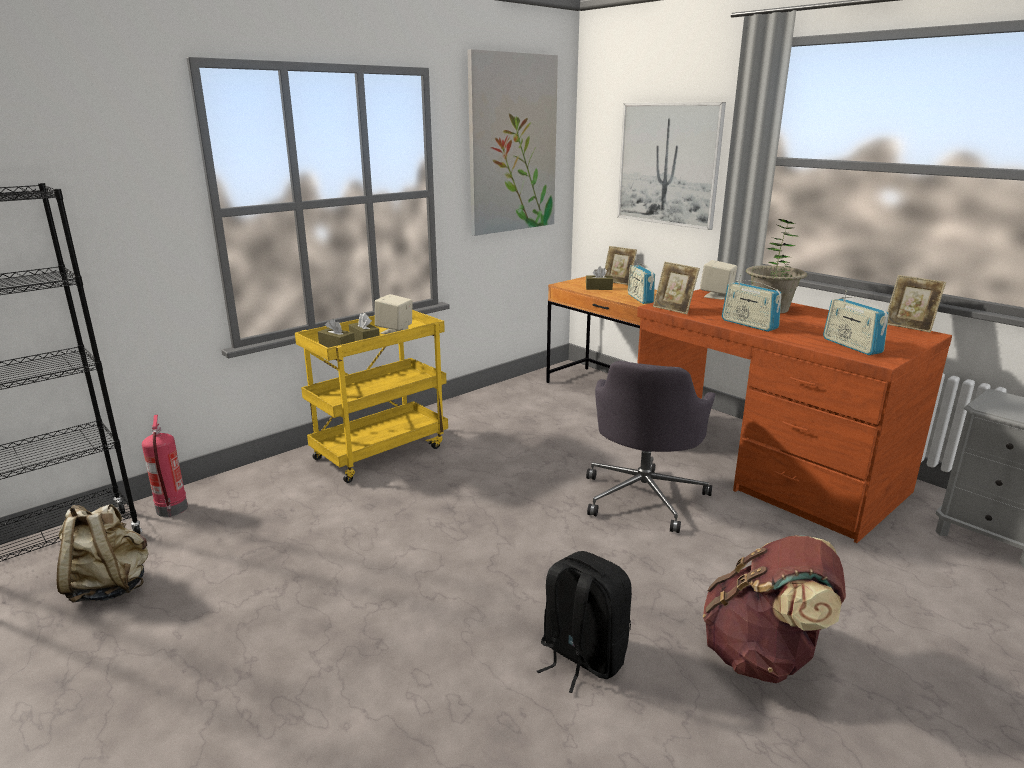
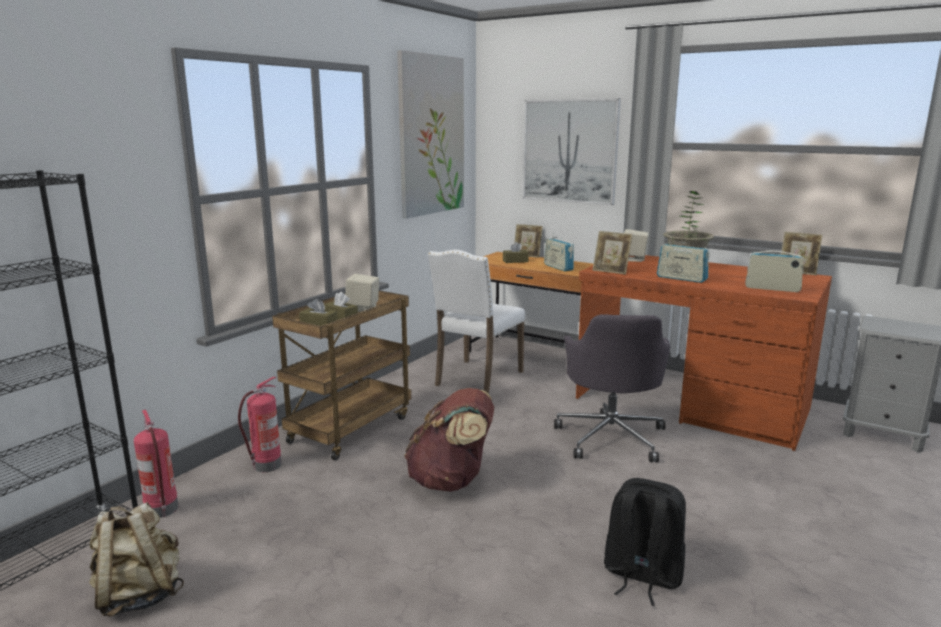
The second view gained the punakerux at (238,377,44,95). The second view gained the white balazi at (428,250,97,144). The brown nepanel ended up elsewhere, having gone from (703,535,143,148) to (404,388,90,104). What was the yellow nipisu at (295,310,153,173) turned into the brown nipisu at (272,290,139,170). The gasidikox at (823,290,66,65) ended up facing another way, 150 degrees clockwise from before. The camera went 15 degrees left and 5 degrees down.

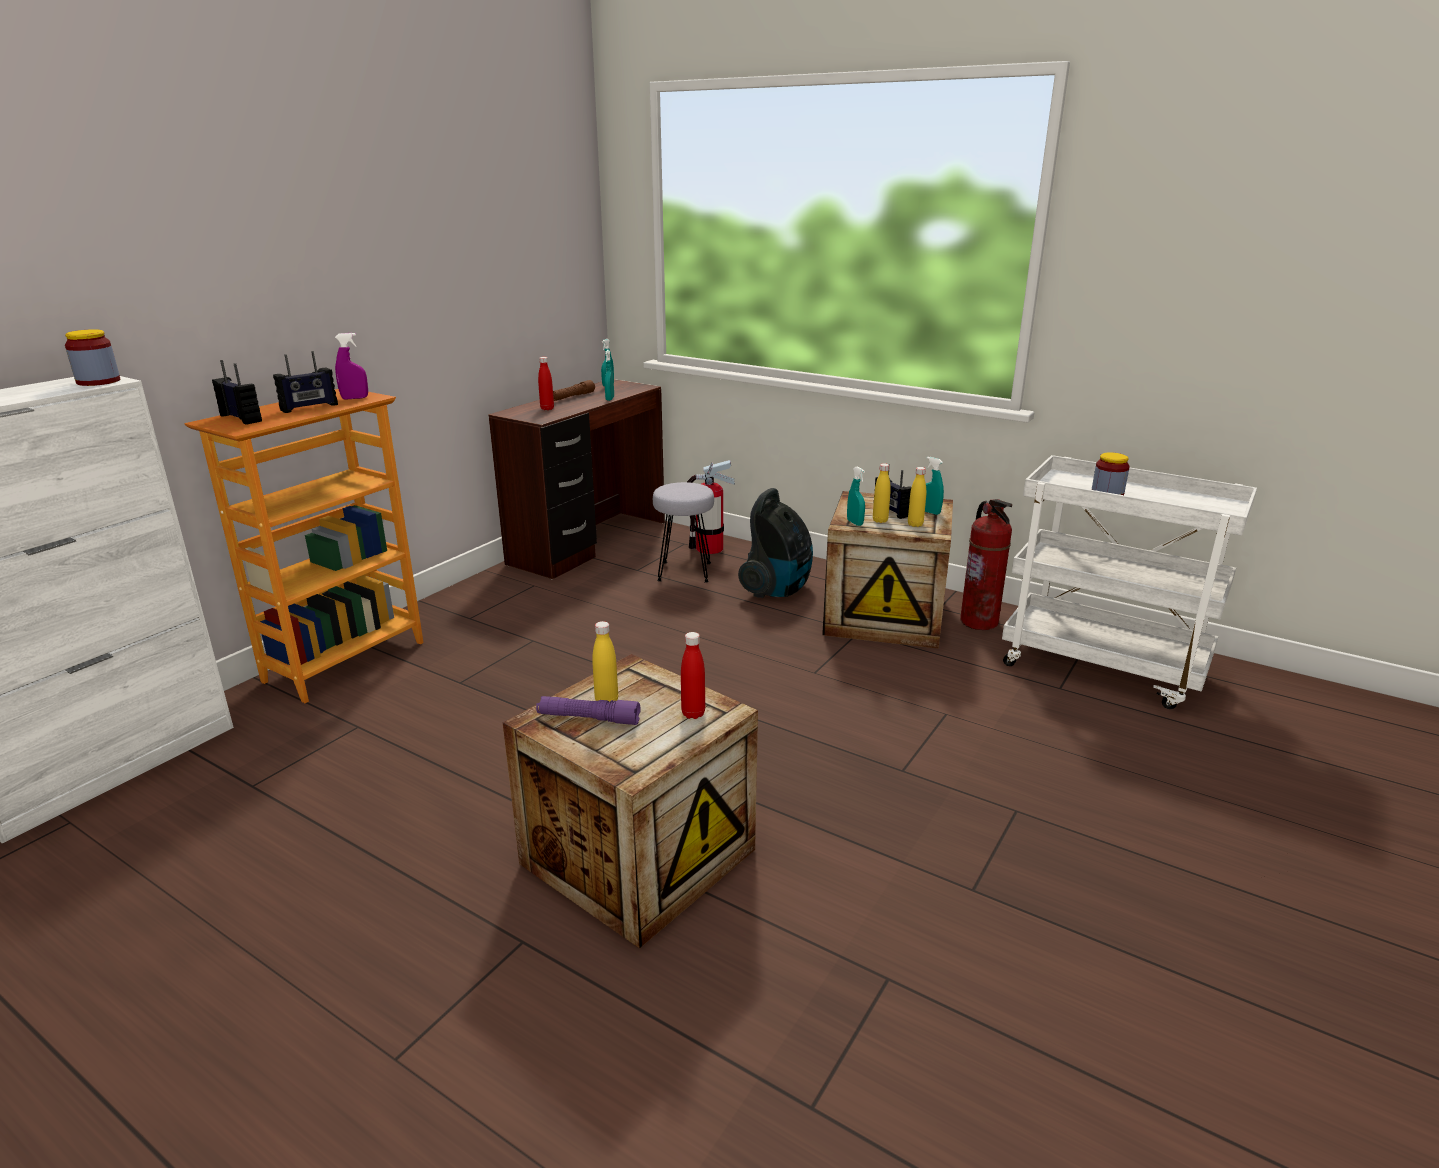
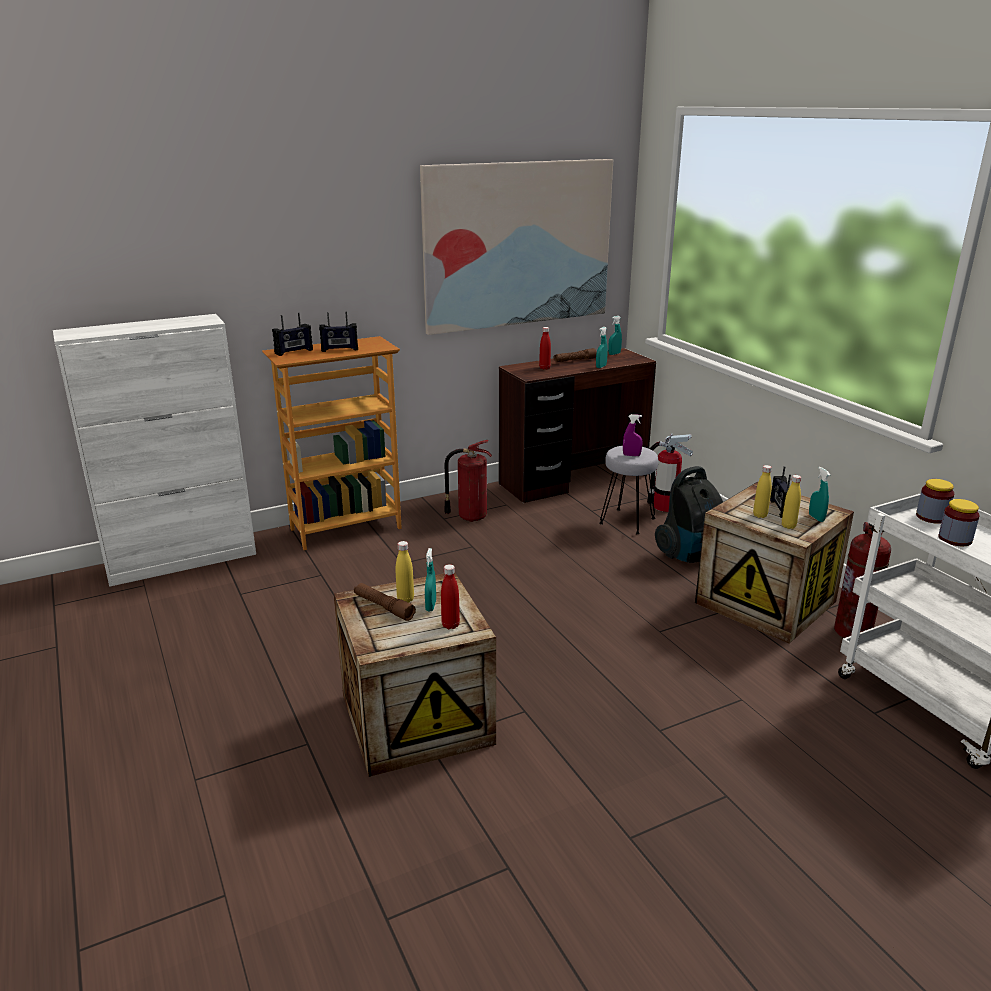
The second view gained the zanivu at (420,159,193,176). The second view gained the punakerux at (444,440,48,82). The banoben ended up elsewhere, having gone from (65,329,55,57) to (916,479,38,45). The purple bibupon ended up elsewhere, having gone from (335,333,33,67) to (623,414,20,42). The turquoise bibupon ended up elsewhere, having gone from (847,467,18,59) to (425,548,11,63). What was the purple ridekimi at (536,696,104,29) turned into the brown ridekimi at (354,583,62,38). The gasidikox at (212,360,50,65) ended up facing another way, 75 degrees clockwise from before. The camera went 30 degrees right and 0 degrees up.

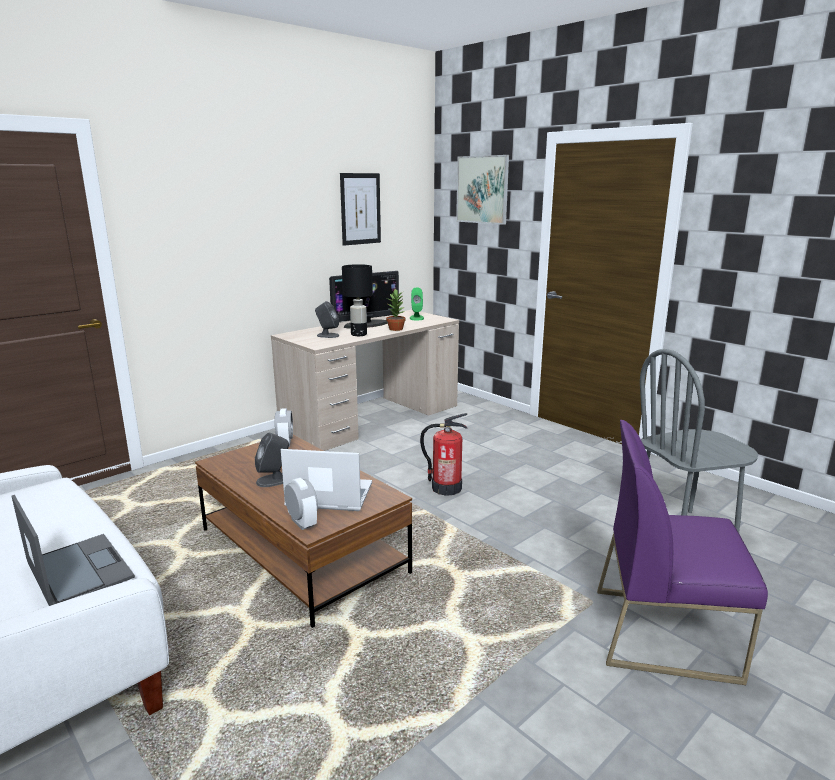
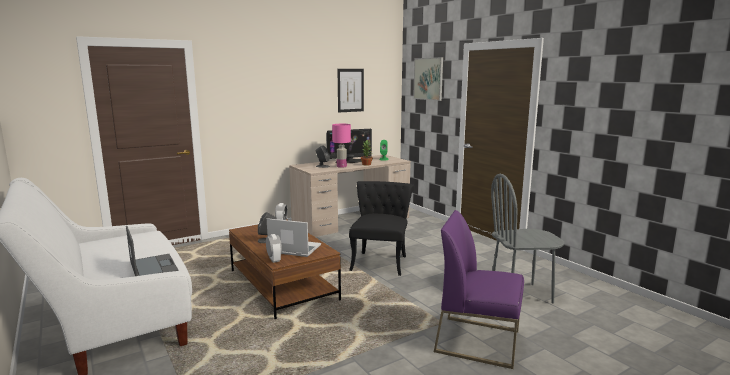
Where the punakerux stood at (420,413,47,83), the black balazi came to stand at (349,181,65,95). What was the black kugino at (342,264,31,72) turned into the pink kugino at (332,124,19,44). The camera went 10 degrees right and 5 degrees down.

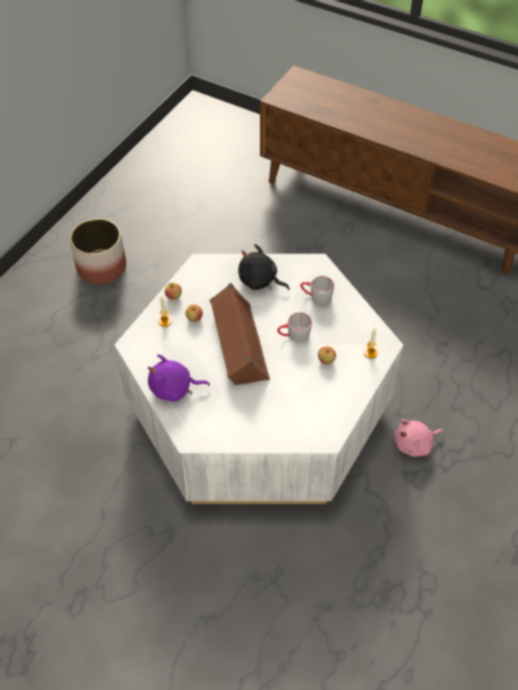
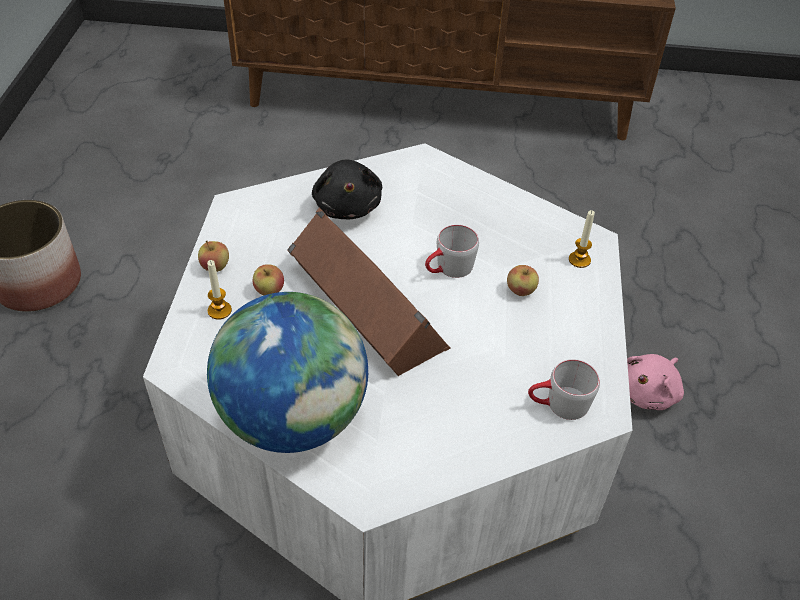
The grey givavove ended up elsewhere, having gone from (300,276,34,30) to (528,359,72,61). Where the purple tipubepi stood at (148,354,62,48), the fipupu came to stand at (207,292,161,161). The black tipubepi at (238,244,52,47) ended up facing another way, 105 degrees counterclockwise from before. The camera went 25 degrees left and 5 degrees down.

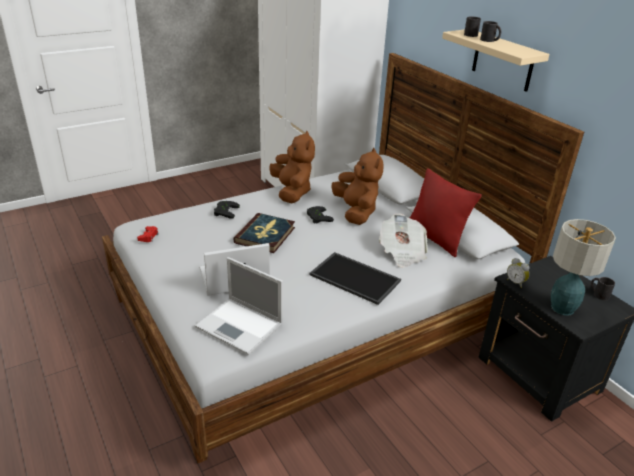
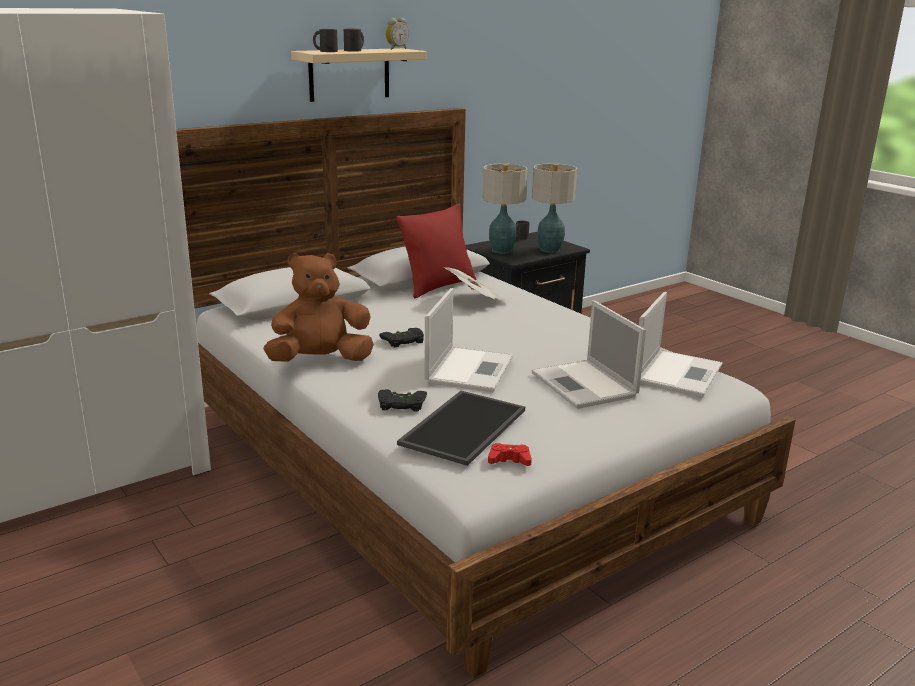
The second view lost the brown tipubepi at (331,148,53,77). The second view gained the kugino at (482,164,46,90). The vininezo ended up elsewhere, having gone from (309,252,92,53) to (397,391,128,75). The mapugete ended up elsewhere, having gone from (507,258,23,30) to (386,18,23,32). Where the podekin stood at (233,213,62,40), the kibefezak came to stand at (424,288,89,104). The camera went 95 degrees left and 10 degrees down.

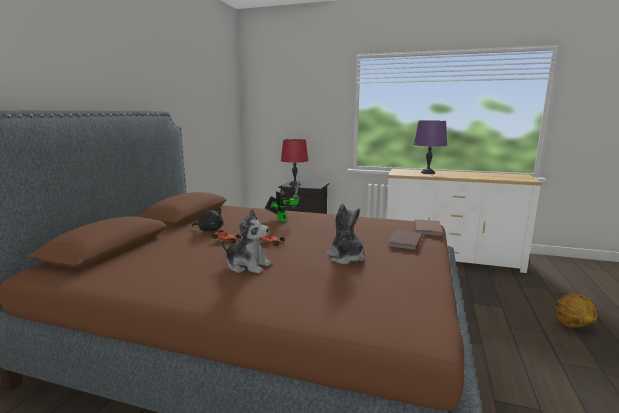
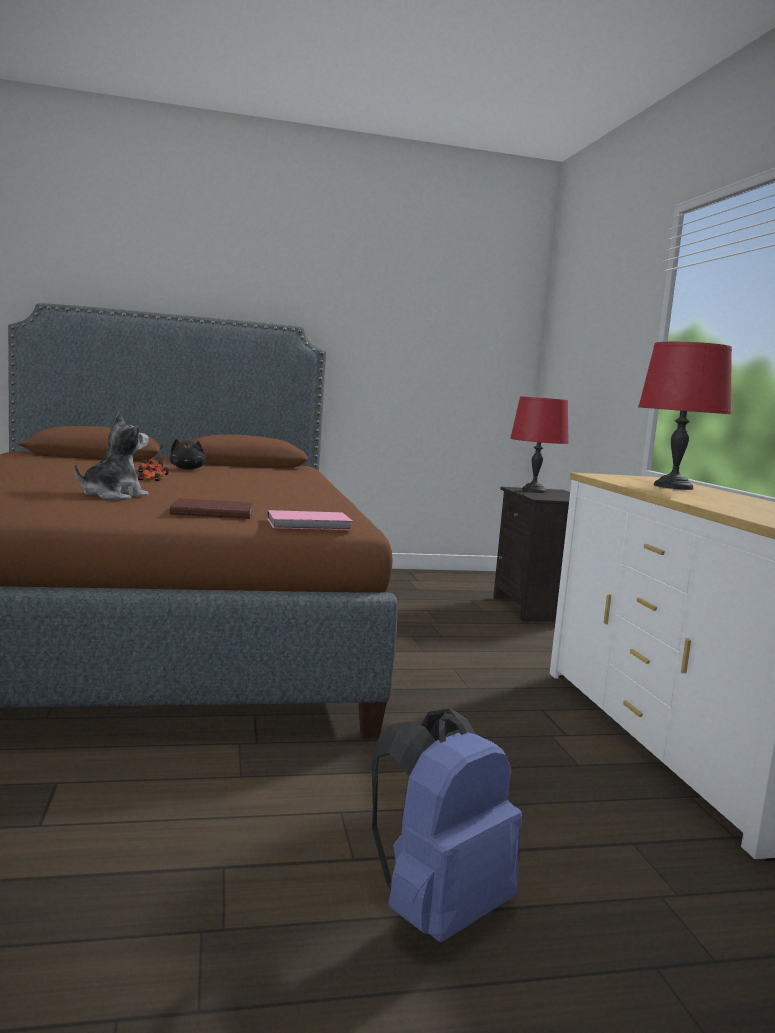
The second view lost the tipubepi at (220,209,52,65). The second view lost the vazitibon at (265,181,35,41). Where the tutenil stood at (555,293,43,35), the blue nepanel came to stand at (371,709,151,233). What was the purple kugino at (414,121,33,53) turned into the red kugino at (638,342,94,148). What was the brown podekin at (415,219,27,17) turned into the pink podekin at (267,510,85,20). The camera went 60 degrees right and 5 degrees down.

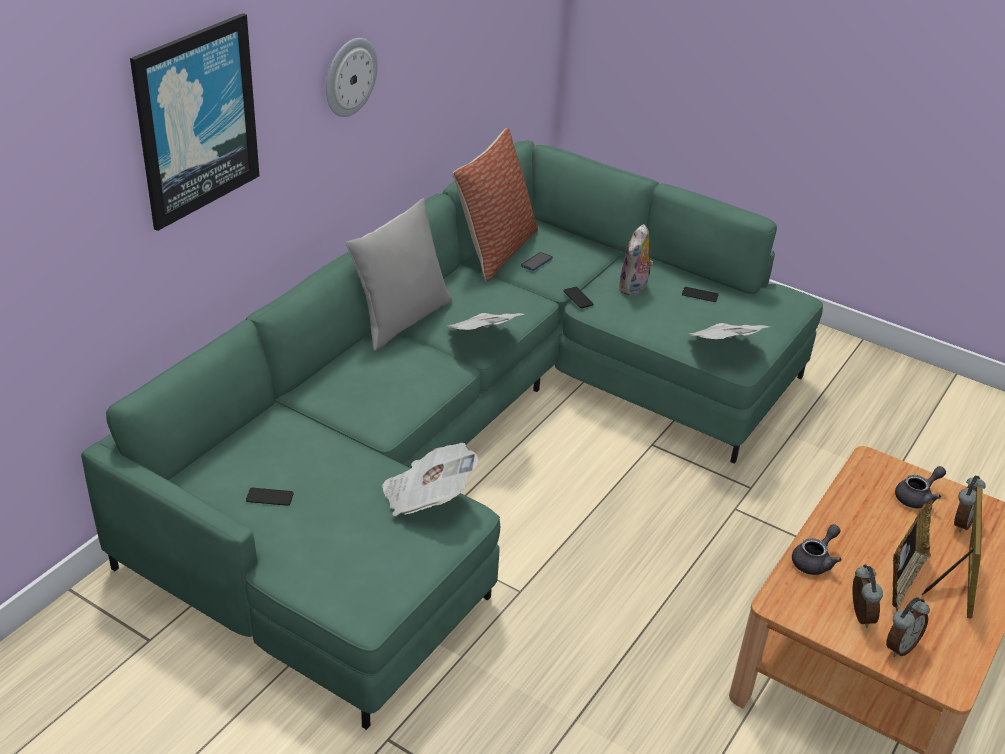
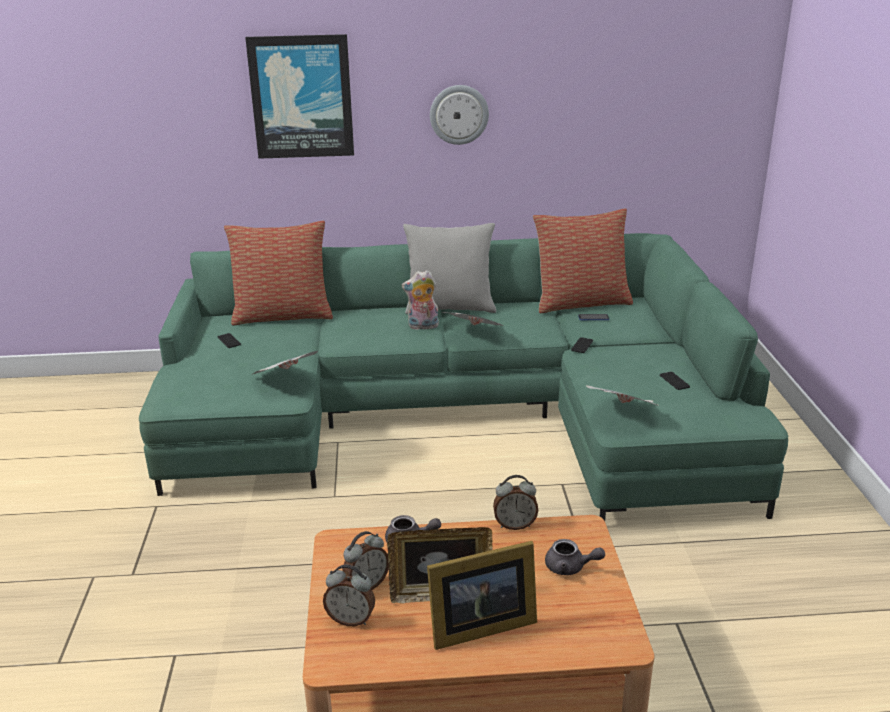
The second view gained the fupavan at (224,221,109,104). The tipubepi ended up elsewhere, having gone from (618,224,36,72) to (402,270,37,60). The mapugete ended up elsewhere, having gone from (954,475,32,57) to (493,475,45,55). The camera went 55 degrees right and 10 degrees down.

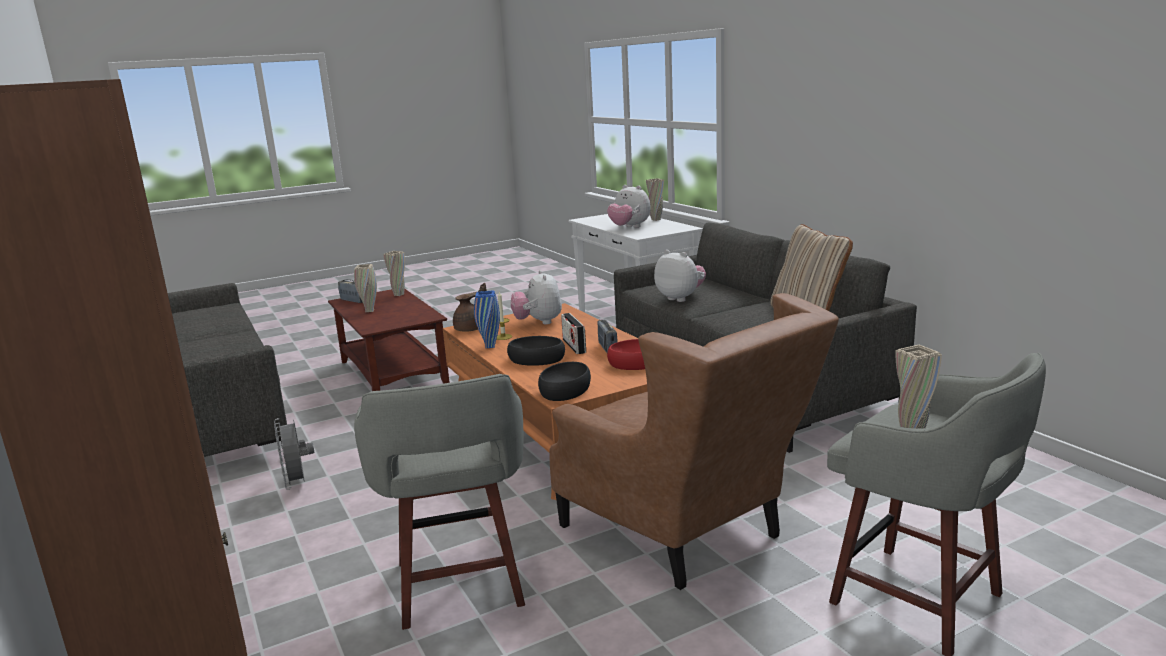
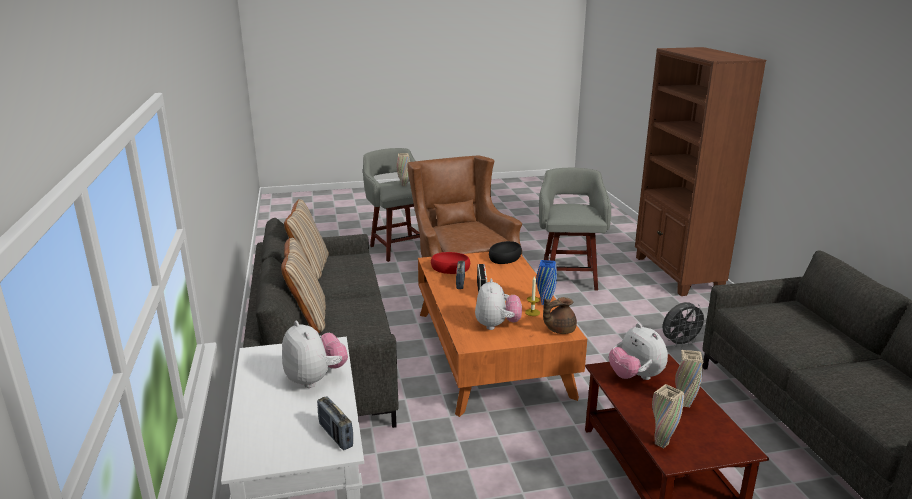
The second view lost the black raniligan at (507,336,58,30). The second view lost the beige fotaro at (646,178,18,43). The second view gained the beige fupavan at (281,238,45,95). The gasidikox ended up elsewhere, having gone from (338,279,25,24) to (317,397,36,53). The tipubepi ended up elsewhere, having gone from (654,250,52,52) to (609,323,59,57). The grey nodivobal at (274,418,40,72) ended up facing another way, 75 degrees clockwise from before. The camera went 165 degrees left and 5 degrees up.

